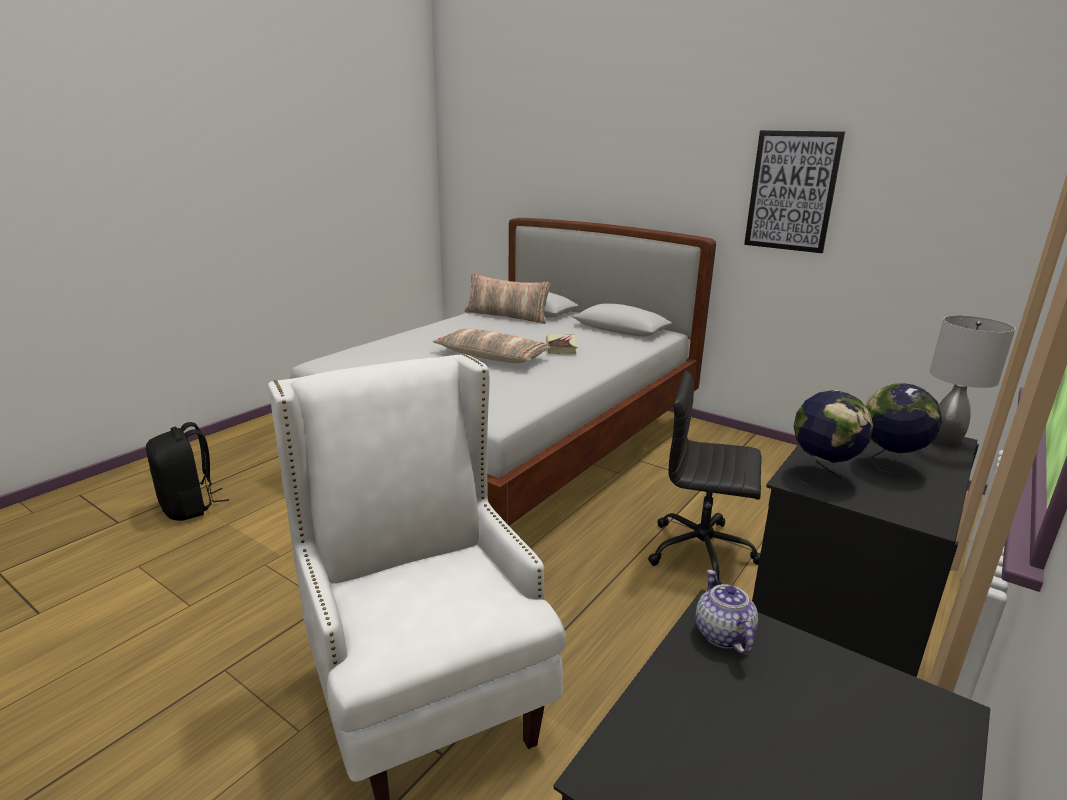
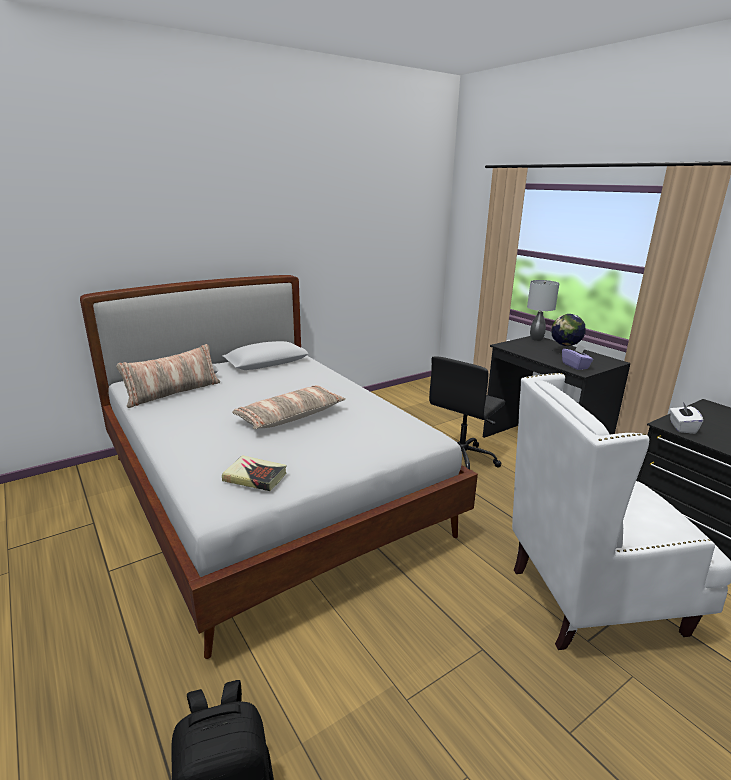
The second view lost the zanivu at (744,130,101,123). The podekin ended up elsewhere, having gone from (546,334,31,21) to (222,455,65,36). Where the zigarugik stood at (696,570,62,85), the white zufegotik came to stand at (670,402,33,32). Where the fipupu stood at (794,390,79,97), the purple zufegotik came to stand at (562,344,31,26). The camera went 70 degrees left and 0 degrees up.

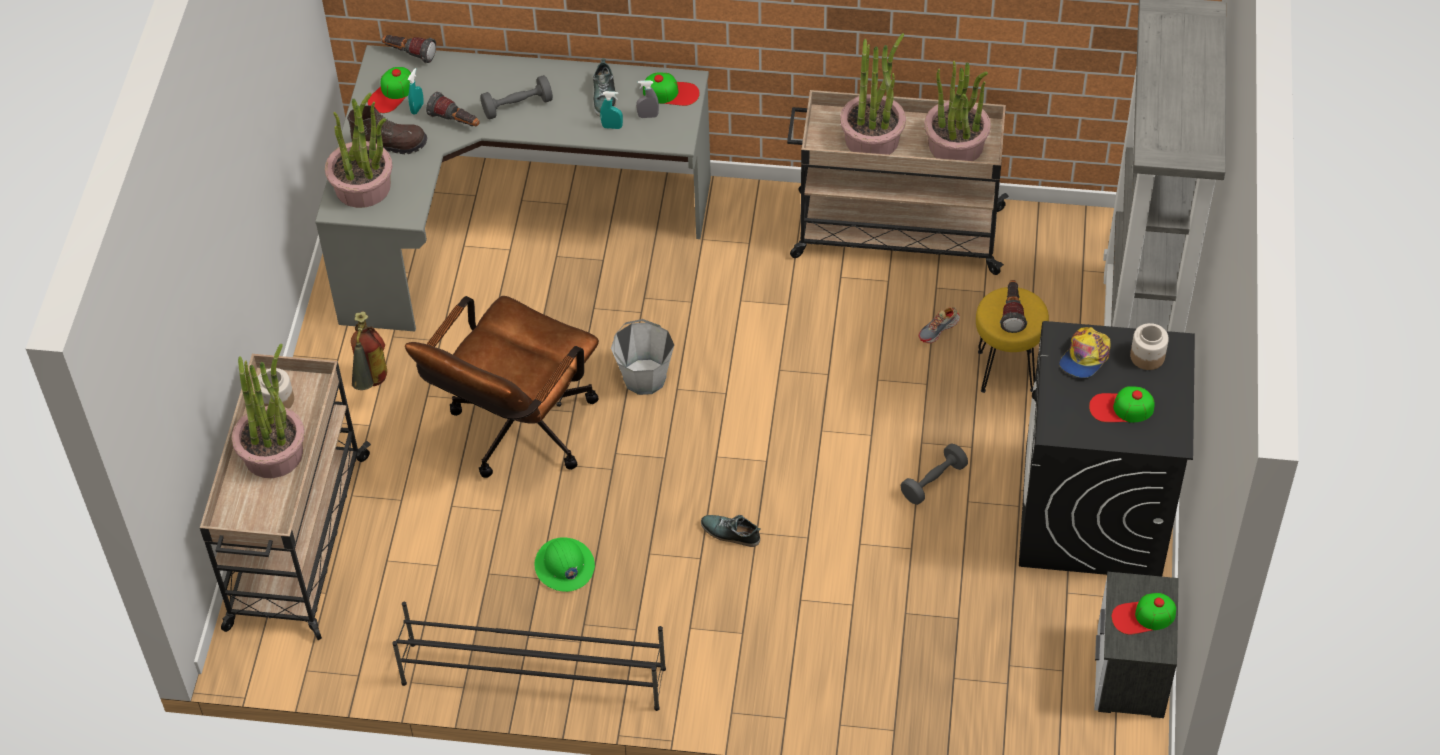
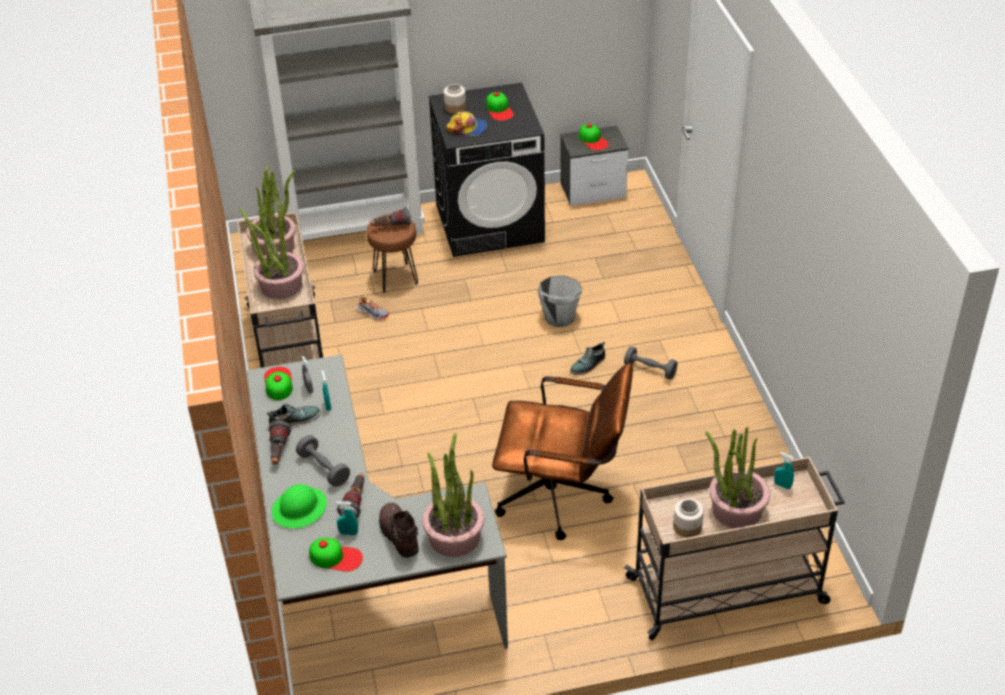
The second view lost the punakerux at (351,312,36,78). The second view lost the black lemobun at (392,602,274,109). The second view gained the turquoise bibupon at (774,452,20,37). The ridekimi ended up elsewhere, having gone from (382,35,54,28) to (268,420,24,44). The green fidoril ended up elsewhere, having gone from (535,537,60,55) to (272,484,55,44). The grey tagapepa ended up elsewhere, having gone from (611,319,63,76) to (538,275,44,52). The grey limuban ended up elsewhere, having gone from (901,443,67,62) to (624,346,54,33). What was the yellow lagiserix at (976,287,73,106) turned into the brown lagiserix at (367,214,51,78). The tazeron at (701,515,60,32) ended up facing another way, 45 degrees clockwise from before. The camera went 110 degrees left and 10 degrees down.

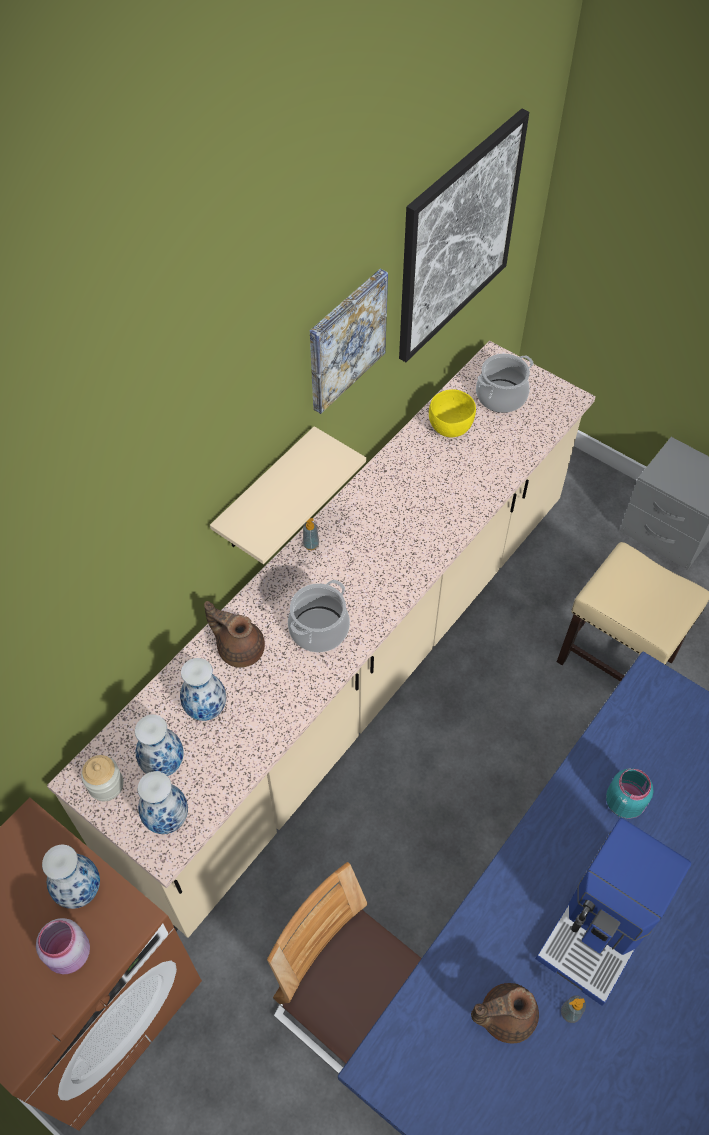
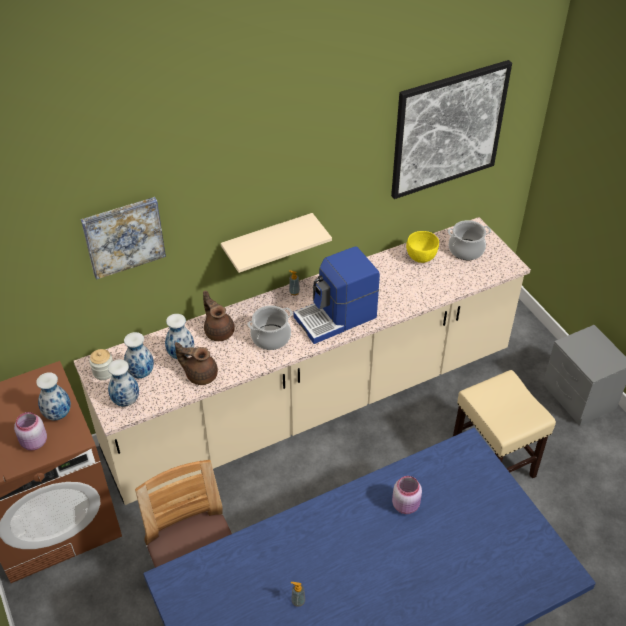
The zanivu ended up elsewhere, having gone from (310,269,78,145) to (81,197,85,83). The brown zigarugik ended up elsewhere, having gone from (471,983,68,60) to (175,342,43,43). The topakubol ended up elsewhere, having gone from (536,818,155,188) to (293,246,87,98). What was the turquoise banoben at (606,768,48,51) turned into the pink banoben at (392,476,30,38). The camera went 25 degrees right and 10 degrees down.

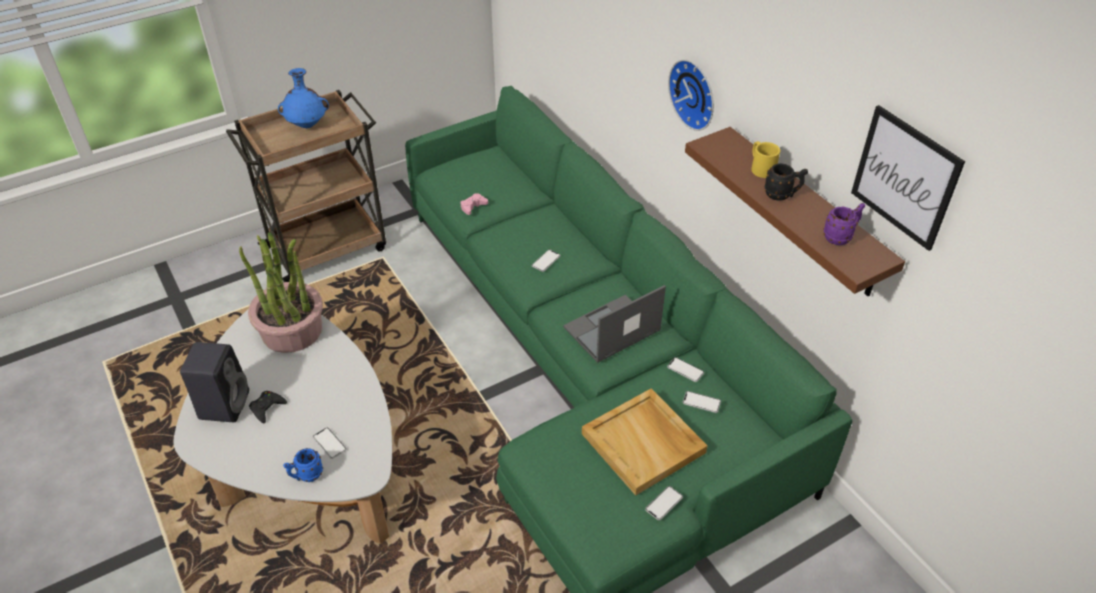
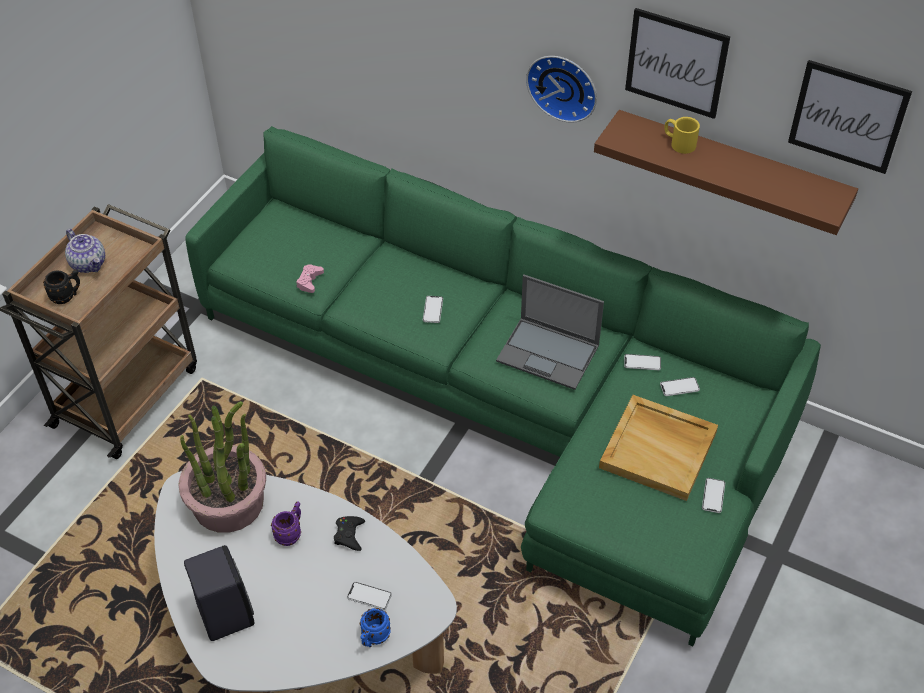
The second view gained the zanivu at (625,8,105,111). The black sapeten ended up elsewhere, having gone from (249,391,38,32) to (334,516,31,35). The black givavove ended up elsewhere, having gone from (765,163,43,38) to (43,270,37,34). The purple givavove ended up elsewhere, having gone from (823,203,42,42) to (271,501,30,45). Where the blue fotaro stood at (278,68,51,60), the zigarugik came to stand at (65,229,40,44). The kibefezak at (563,285,103,78) ended up facing another way, 90 degrees counterclockwise from before. The camera went 30 degrees left and 5 degrees up.

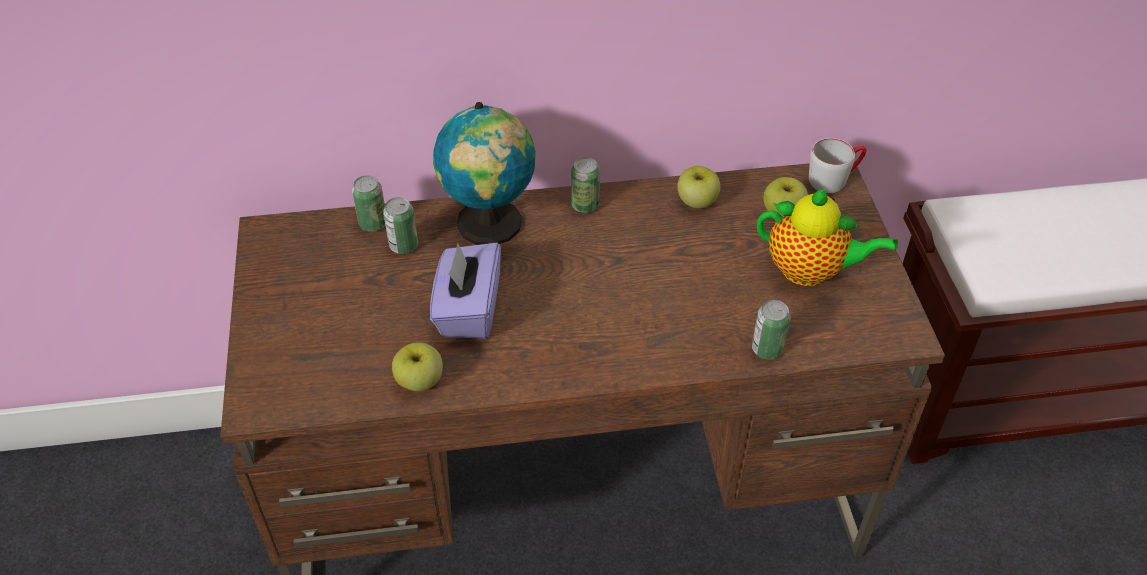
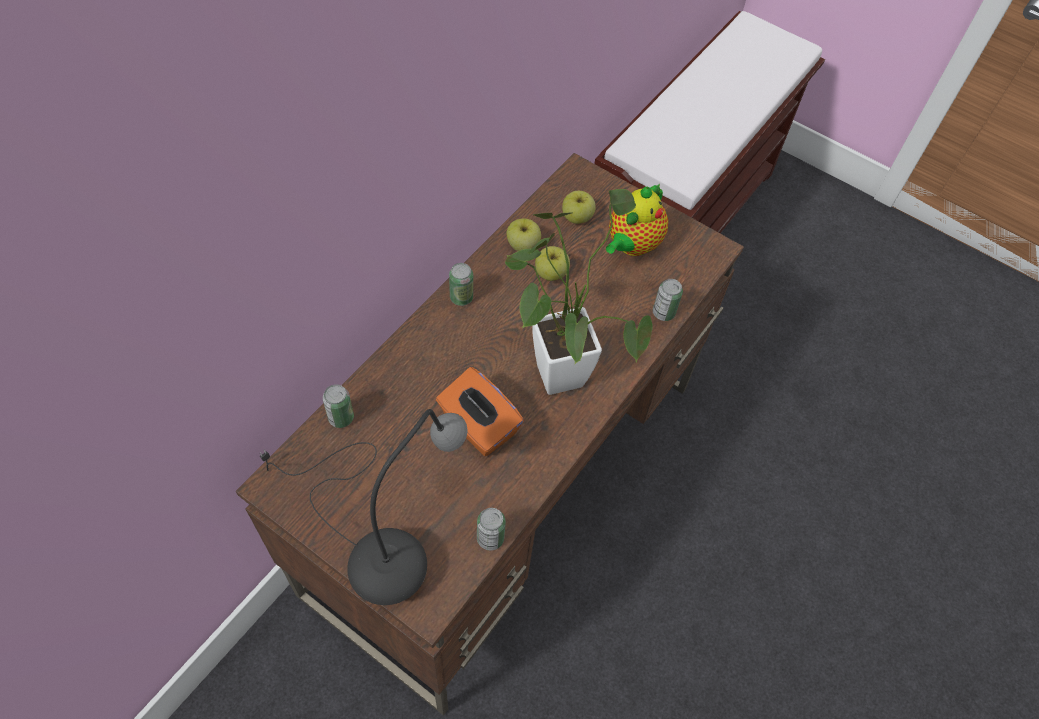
The second view lost the fipupu at (433,102,103,143). The second view lost the grey givavove at (809,138,58,55). The second view gained the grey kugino at (260,409,207,196). The second view gained the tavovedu at (505,189,148,206). The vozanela ended up elsewhere, having gone from (383,197,35,57) to (477,508,29,42). The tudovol ended up elsewhere, having gone from (392,342,51,50) to (535,246,35,35). What was the purple zufegotik at (430,243,71,96) turned into the orange zufegotik at (436,367,88,89). The zigarugik at (757,189,141,97) ended up facing another way, 150 degrees clockwise from before. The camera went 50 degrees left and 10 degrees up.

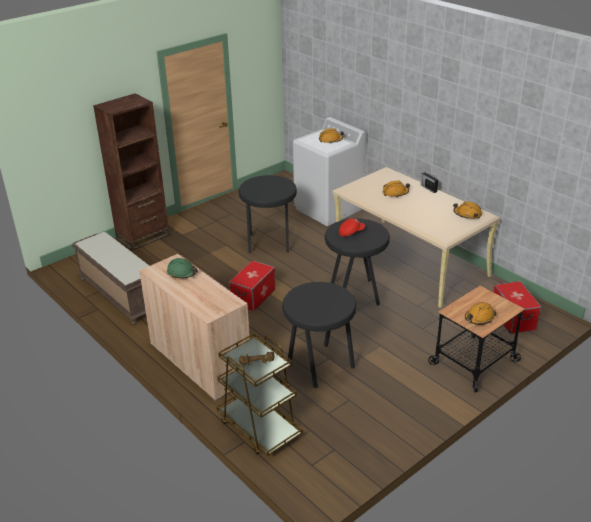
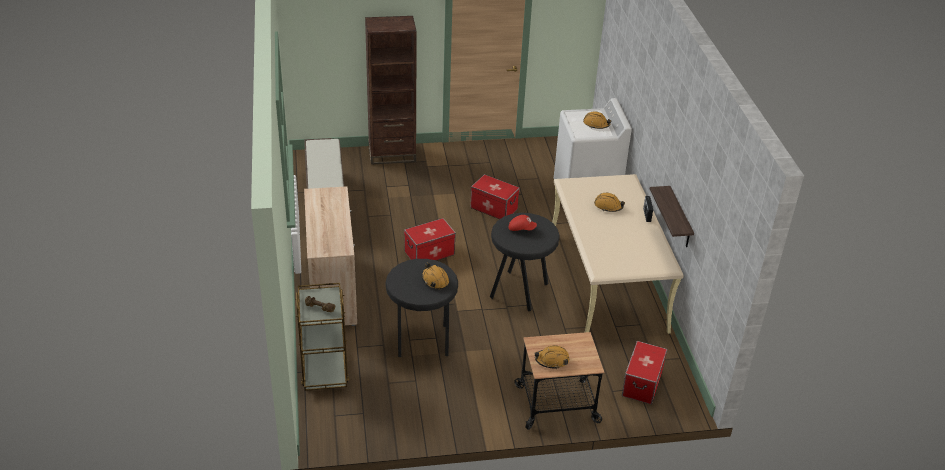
The second view lost the green fidoril at (167,258,31,21). The second view gained the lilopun at (650,186,44,61). The orange fidoril ended up elsewhere, having gone from (453,201,29,18) to (422,263,27,27). Where the black lagiserix stood at (239,175,58,78), the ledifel came to stand at (470,174,50,45). The camera went 30 degrees right and 5 degrees up.

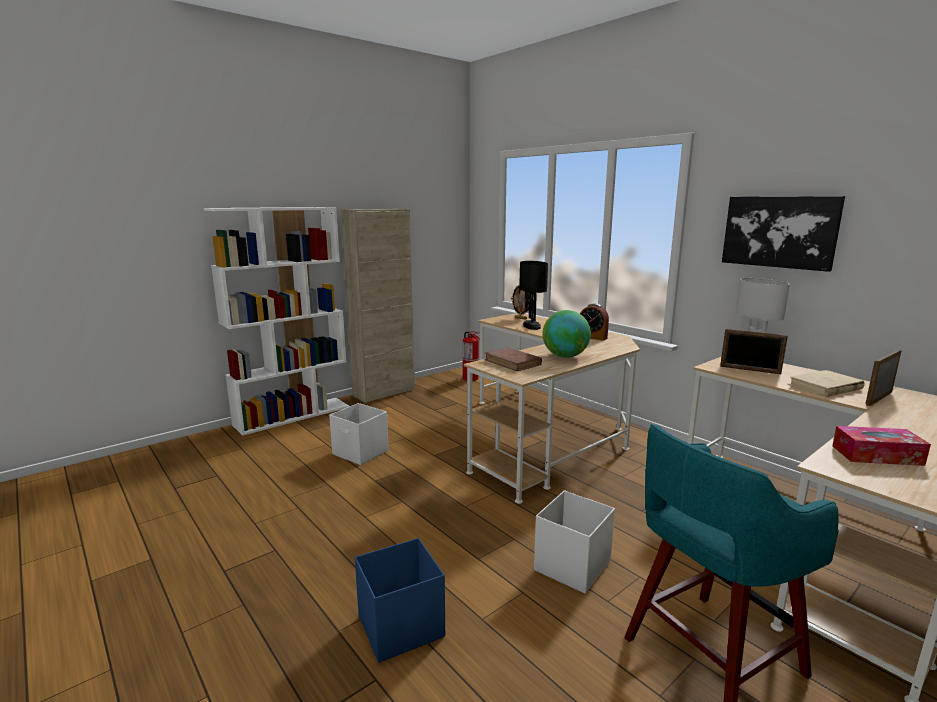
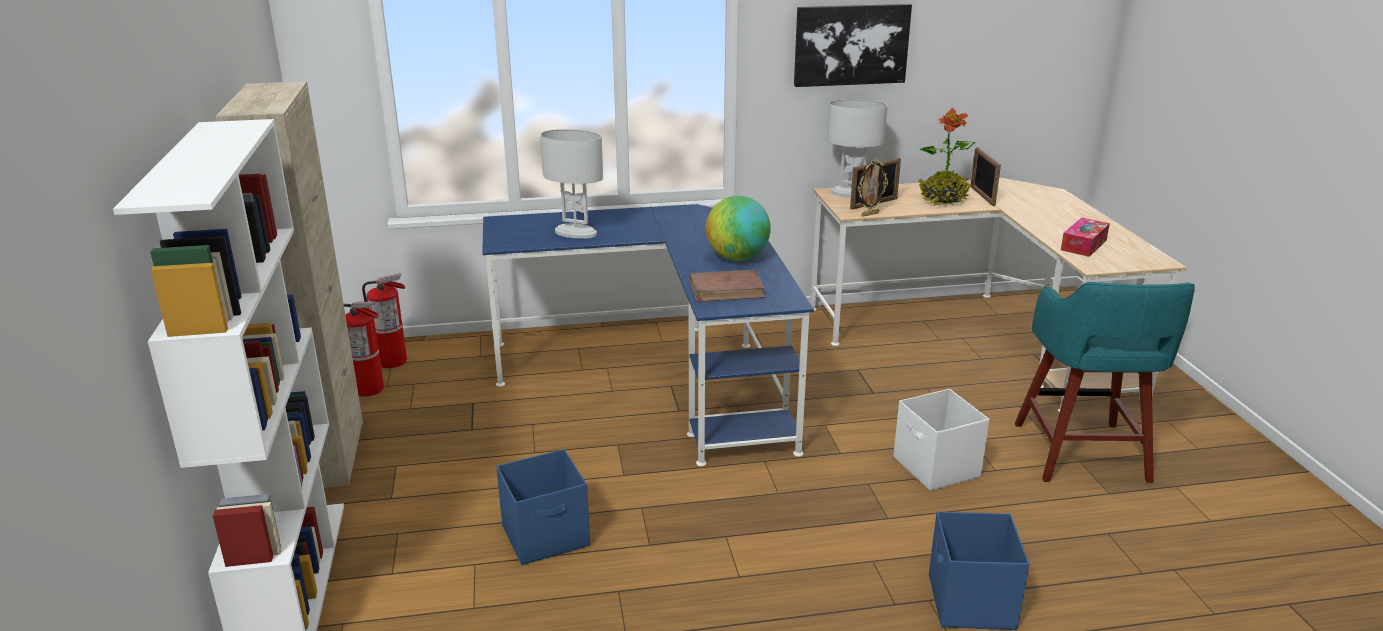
The second view lost the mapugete at (580,303,29,38). The second view gained the punakerux at (344,302,40,95). The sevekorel ended up elsewhere, having gone from (511,285,18,34) to (858,159,30,58). Where the beige podekin stood at (787,370,78,27), the tavovedu came to stand at (918,108,57,98). What was the white ledifel at (329,403,60,62) turned into the blue ledifel at (496,449,94,116). What was the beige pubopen at (464,313,176,191) turned into the blue pubopen at (482,204,332,263). What was the black kugino at (519,261,29,69) turned into the white kugino at (540,129,63,110). The camera went 60 degrees left and 10 degrees up.

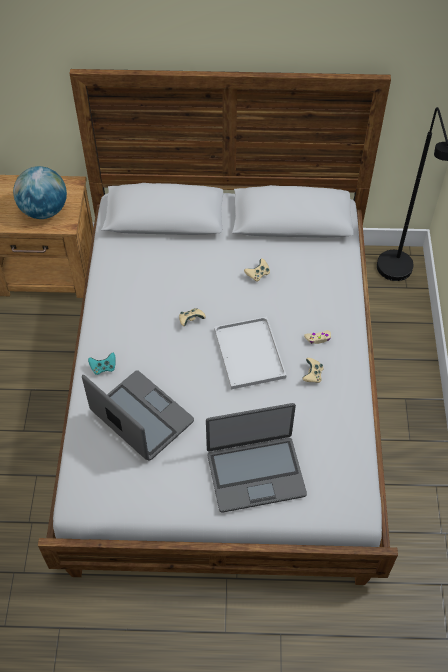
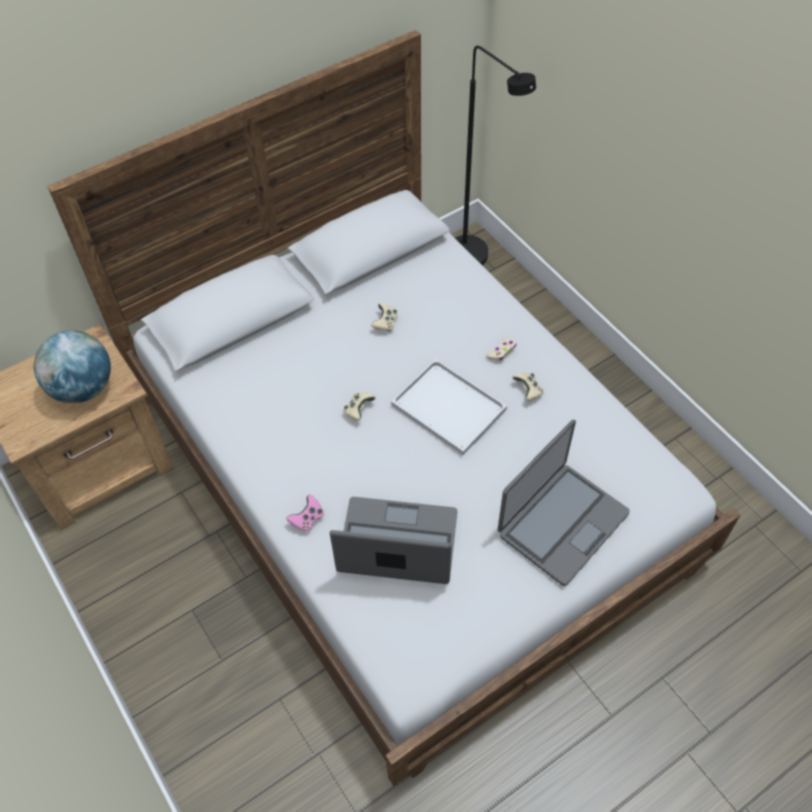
What was the turquoise sapeten at (88,353,28,22) turned into the pink sapeten at (286,495,38,36). The camera went 35 degrees left and 0 degrees up.

